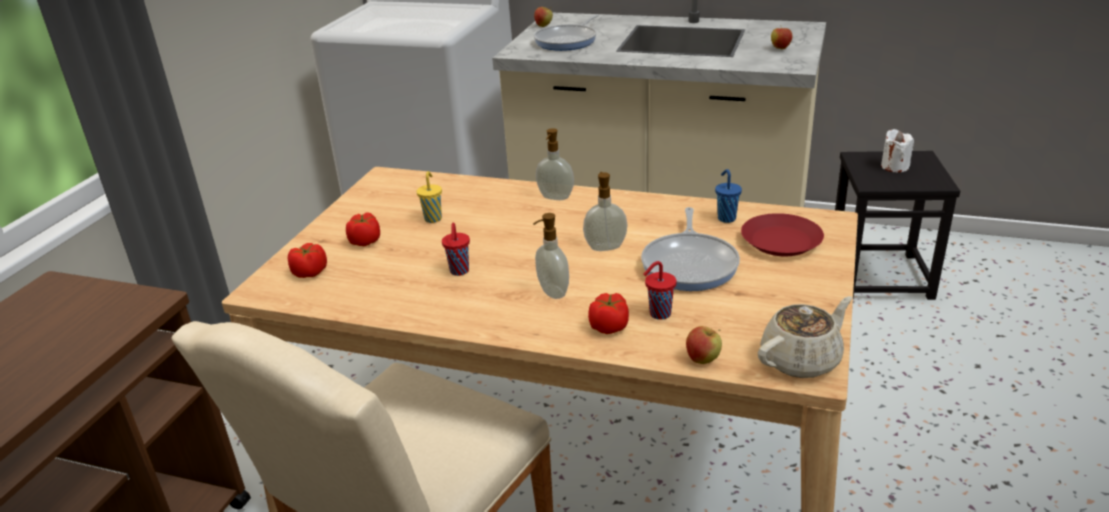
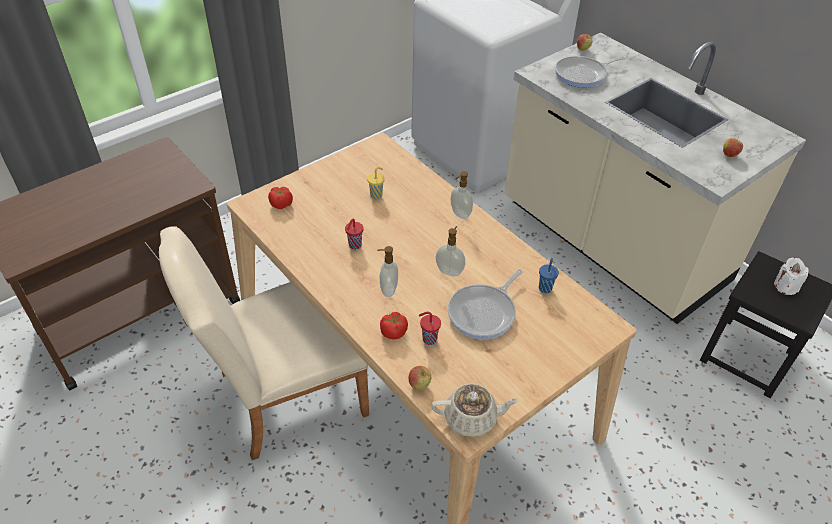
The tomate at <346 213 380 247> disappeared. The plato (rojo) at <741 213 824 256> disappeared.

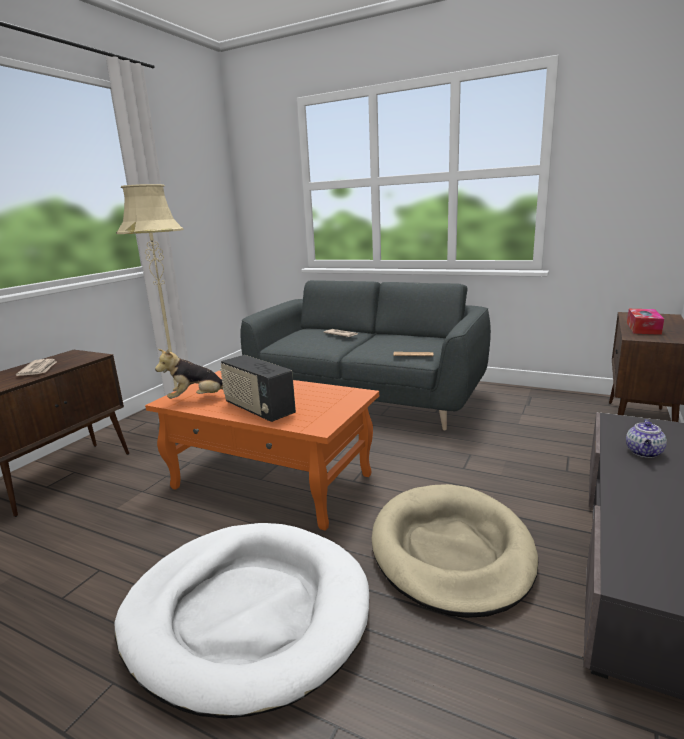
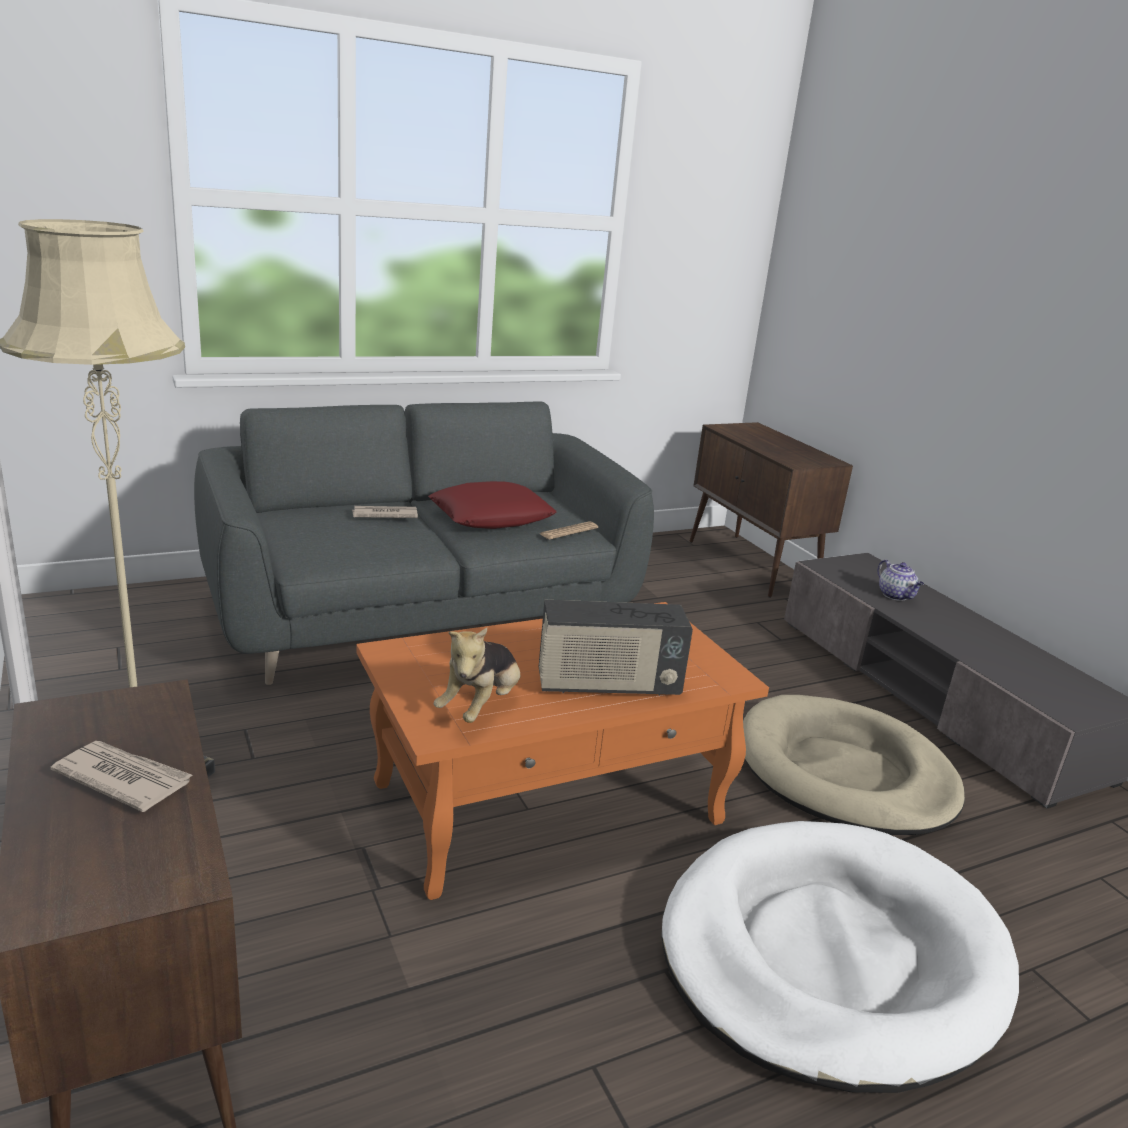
The caja de pañuelos at <627 309 664 335> disappeared. The cojín (rojo) at <428 481 557 529> appeared.

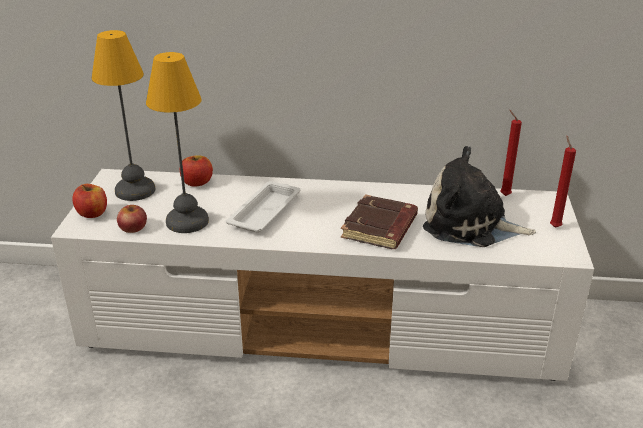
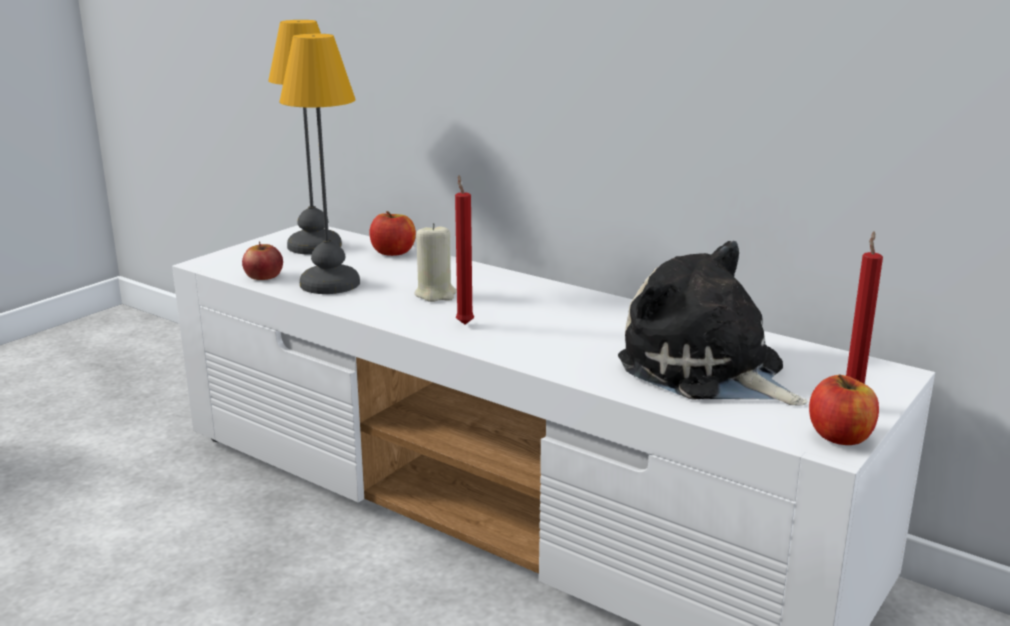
The vela (rojo) moved from <500 110 522 196> to <455 175 474 324>. The bandeja (blanco) at <226 181 301 233> was replaced by the vela (beis) at <414 223 457 302>. The manzana moved from <72 184 107 218> to <809 374 879 445>. The libro (marrón) at <341 194 418 249> disappeared.

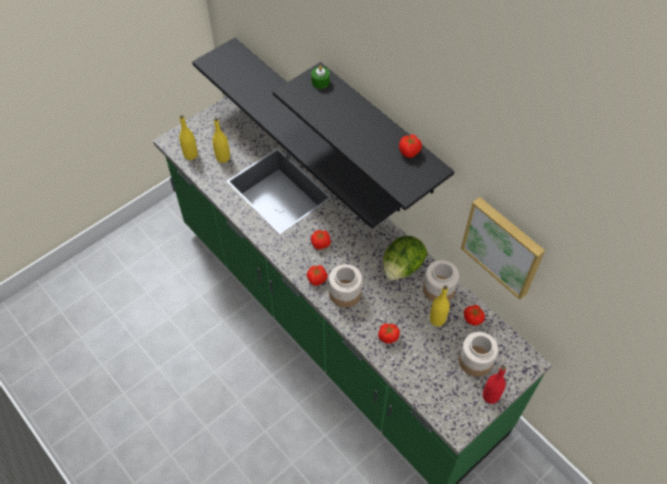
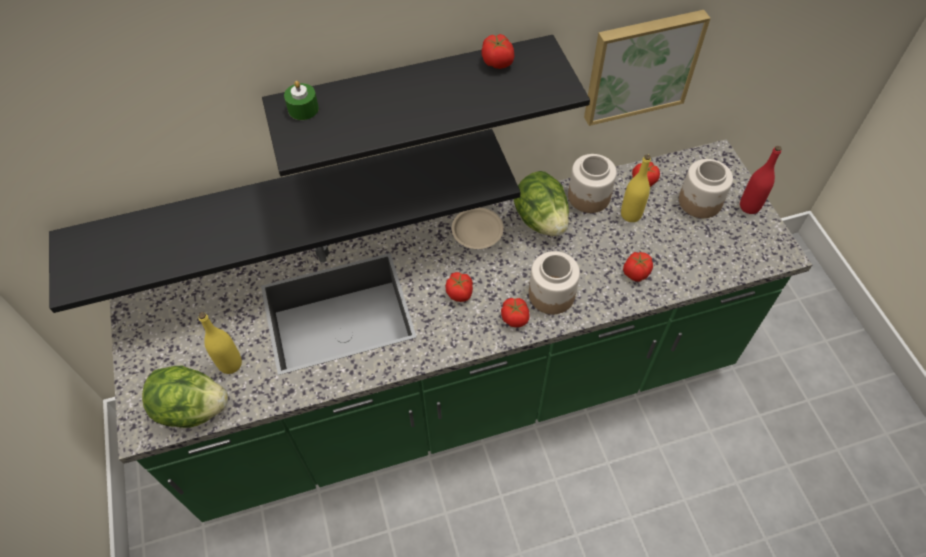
The botella (amarillo) at <179 115 198 160> was replaced by the lechuga at <142 366 228 428>. The plato (beis) at <452 208 504 249> appeared.

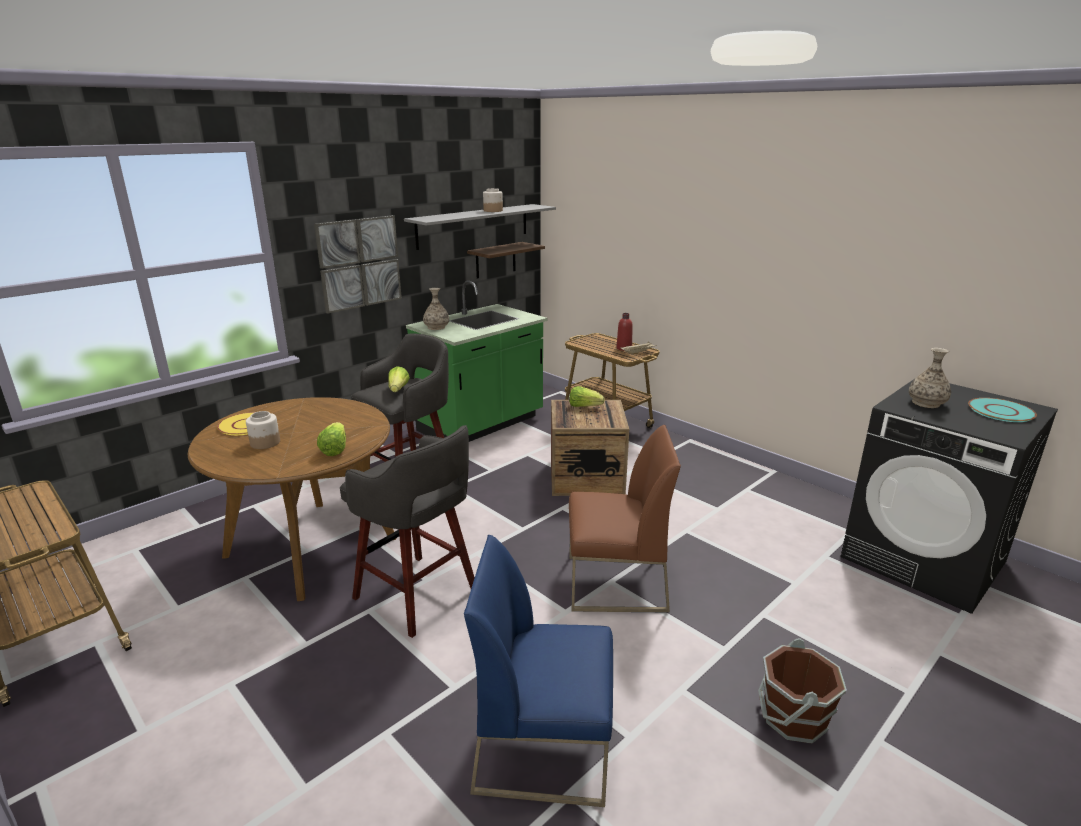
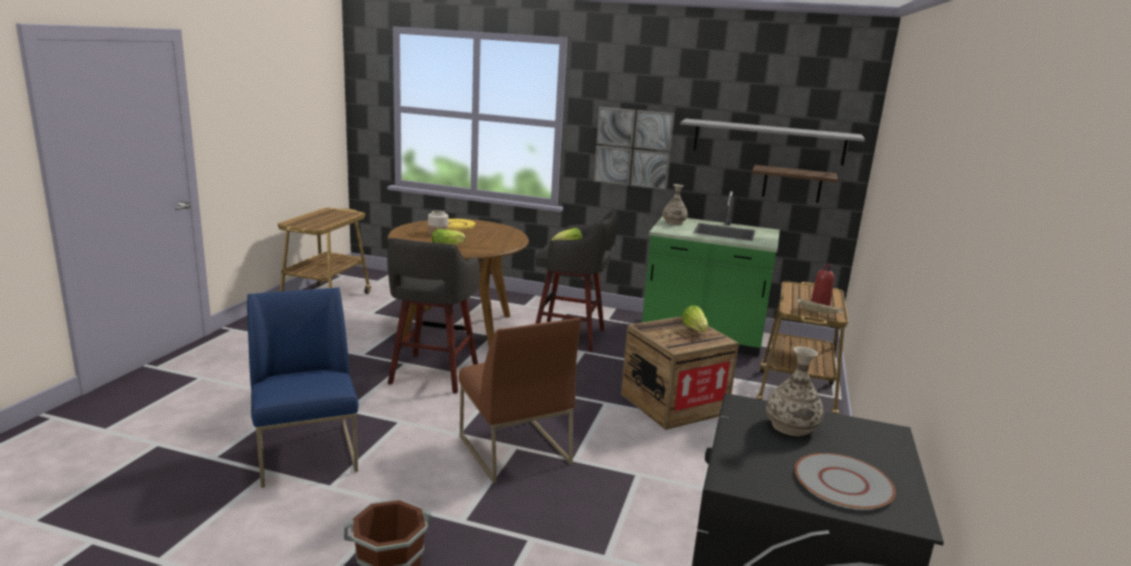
The tarro at <483 188 503 212> disappeared. The plato (turquesa) at <968 398 1037 422> became the plato (gris) at <795 453 895 510>.

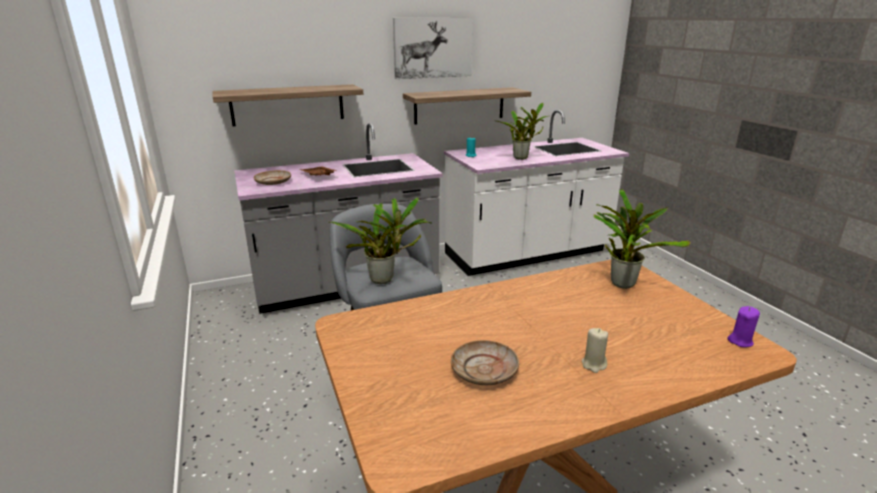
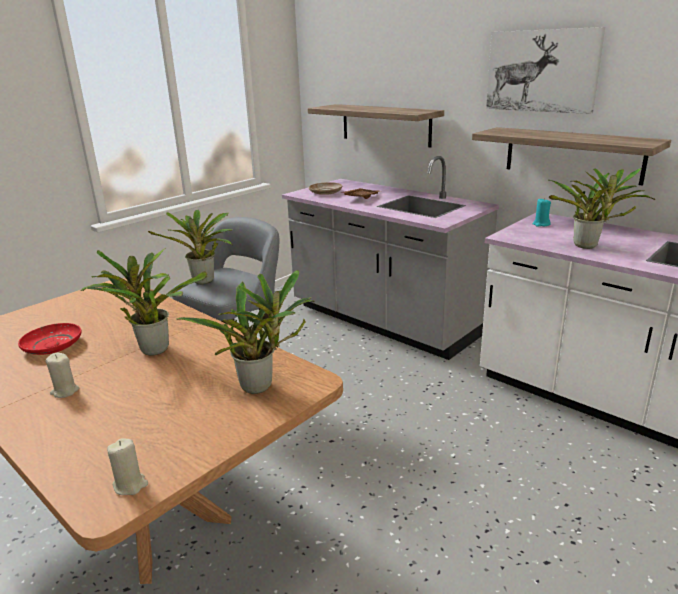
The vela (morado) at <727 306 760 347> became the vela (beis) at <107 439 148 495>. The plato (beis) at <451 340 519 385> became the plato (rojo) at <18 323 81 355>. The planta en maceta at <81 248 207 355> appeared.

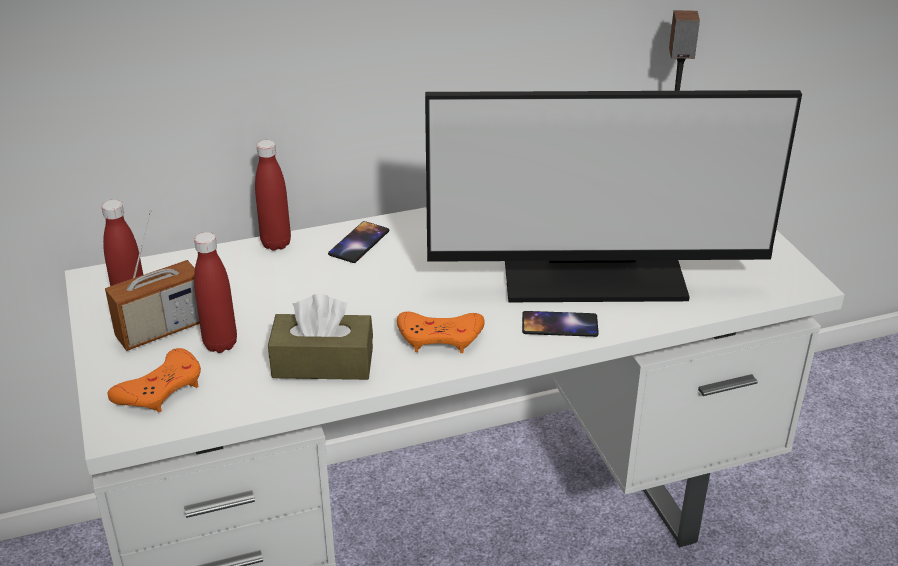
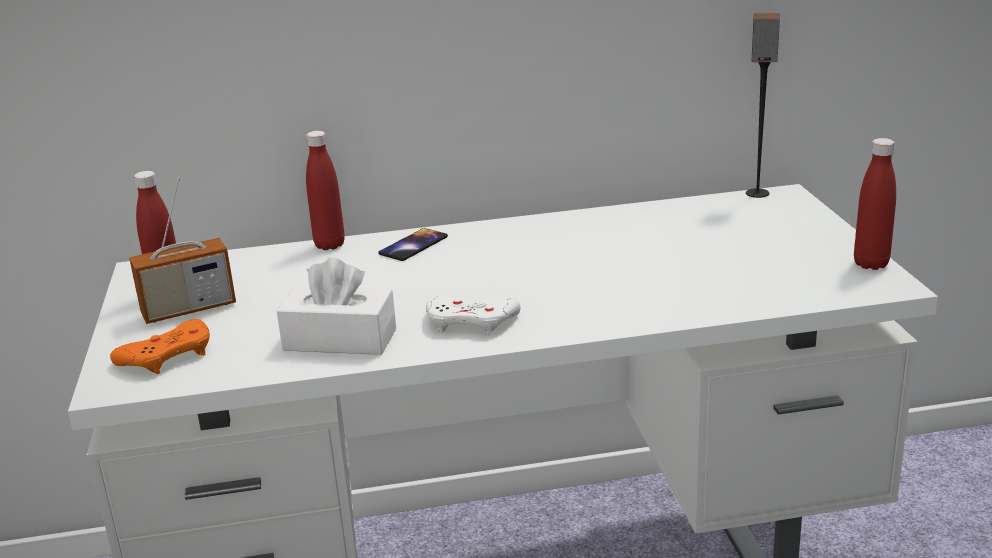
The monitor at <425 90 802 302> disappeared. The botella (rojo) moved from <194 232 237 353> to <854 138 896 270>. The caja de pañuelos (marrón) at <268 294 373 380> became the caja de pañuelos (blanco) at <277 257 396 355>. The móvil at <522 311 599 337> disappeared. The mando de consola (naranja) at <397 312 485 353> became the mando de consola (blanco) at <426 296 521 335>.

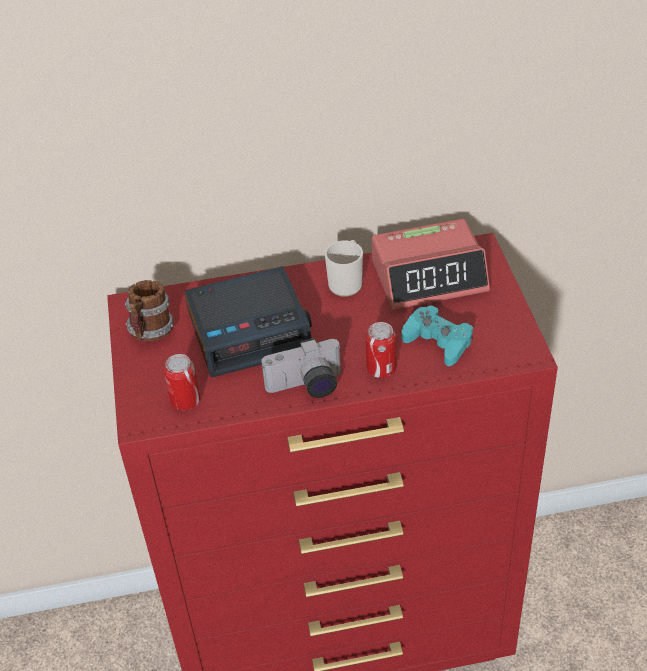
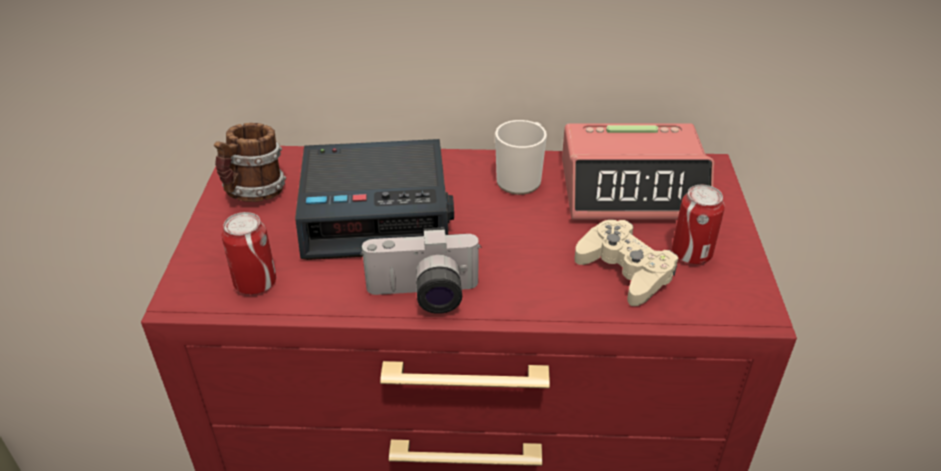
The mando de consola (turquesa) at <402 305 473 366> became the mando de consola (beis) at <575 220 678 306>. The lata moved from <366 322 396 378> to <672 185 725 264>.

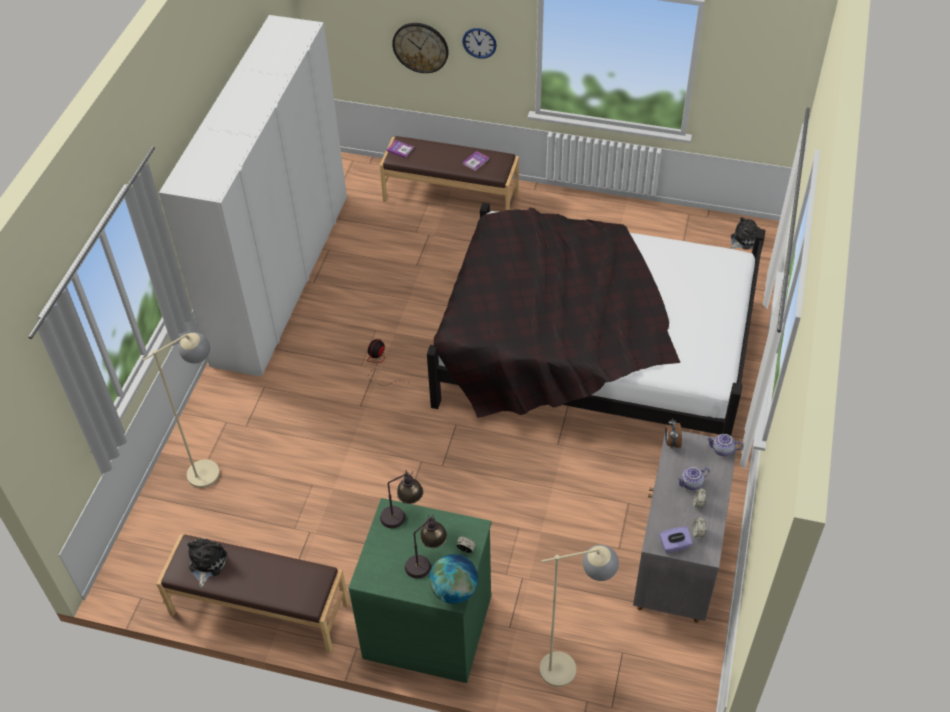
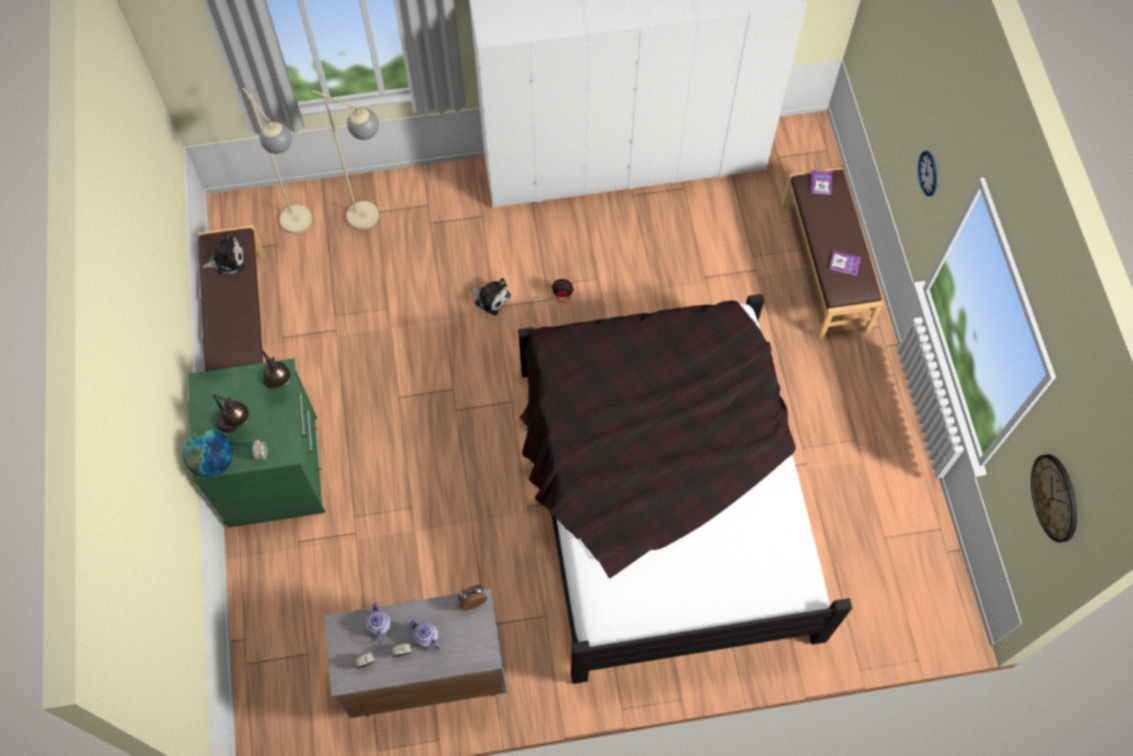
The reloj de pared moved from <392 23 449 73> to <1031 454 1077 543>. The peluche moved from <730 217 760 250> to <469 278 511 315>. The tetera moved from <706 434 743 456> to <365 601 391 644>. The caja de pañuelos (morado) at <659 527 693 553> disappeared. The lámpara de pie (beis) moved from <540 545 619 687> to <243 88 312 234>.

